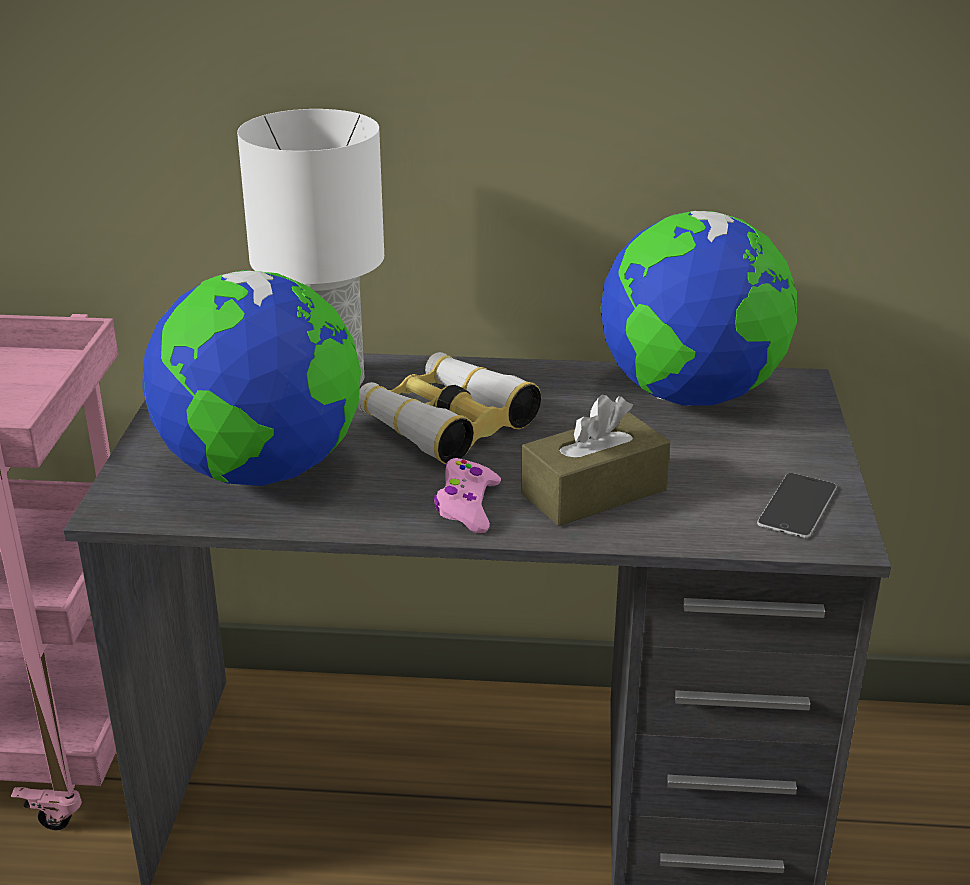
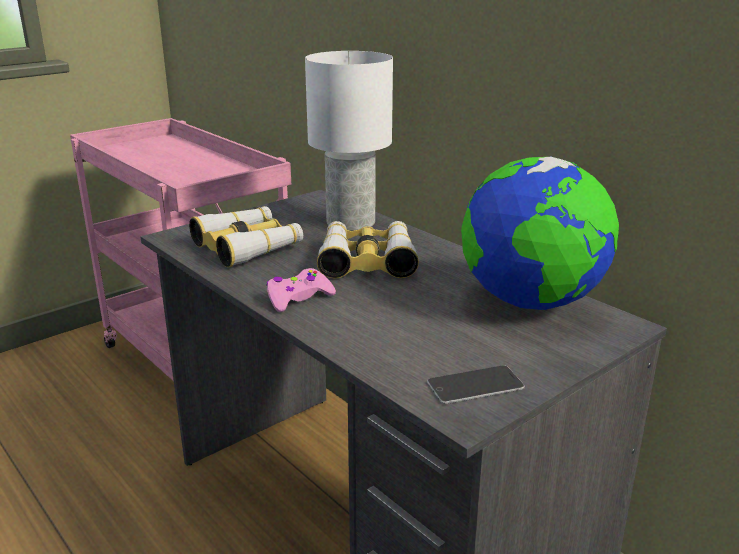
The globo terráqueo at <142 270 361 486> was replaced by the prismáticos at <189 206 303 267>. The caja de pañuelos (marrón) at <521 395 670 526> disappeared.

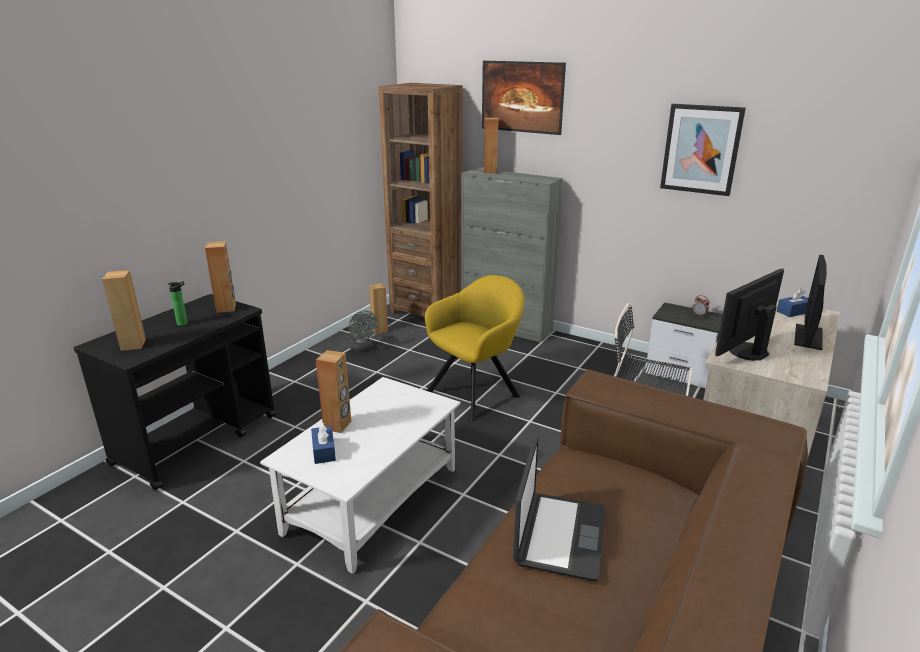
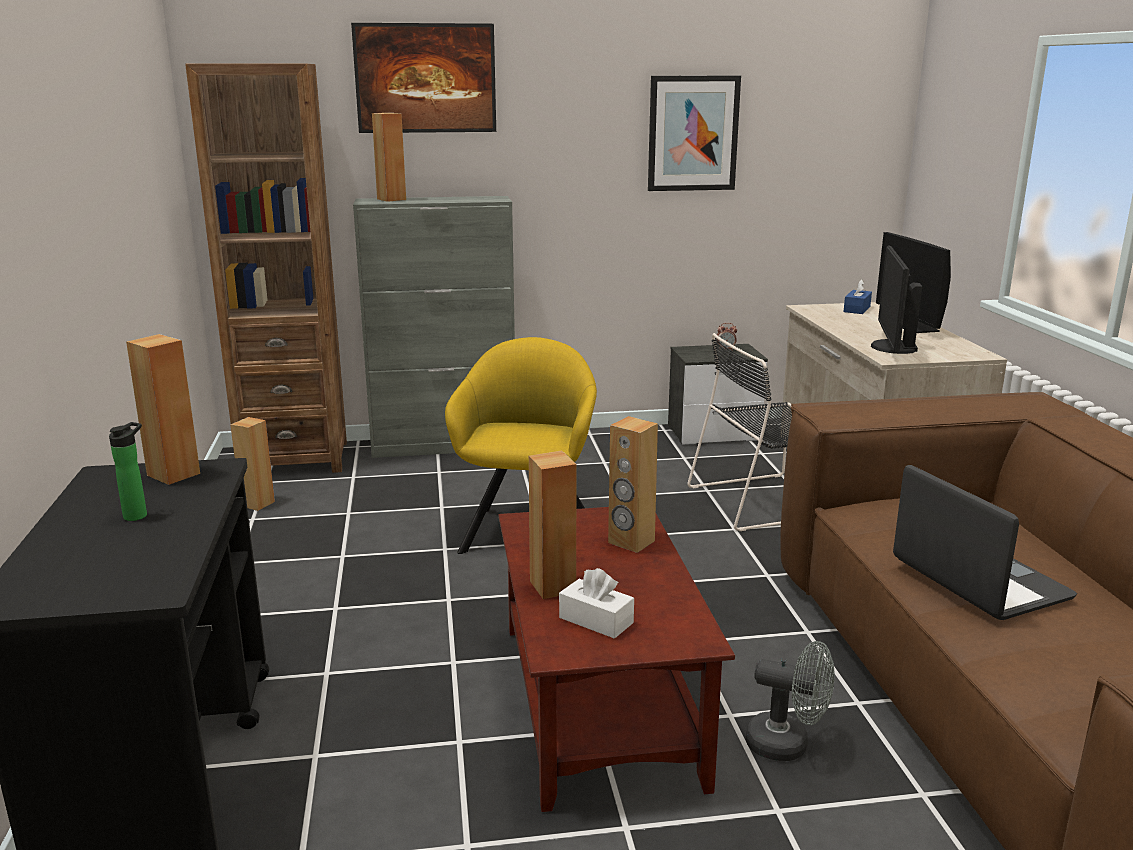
The altavoz (marrón) moved from <102 270 146 351> to <608 416 658 553>. The ventilador (gris) moved from <349 311 378 352> to <746 641 834 761>. The mesa de centro (blanco) at <260 377 461 574> became the mesa de centro (marrón) at <498 507 735 812>. The caja de pañuelos (azul) at <311 422 336 464> became the caja de pañuelos (blanco) at <559 568 634 639>.

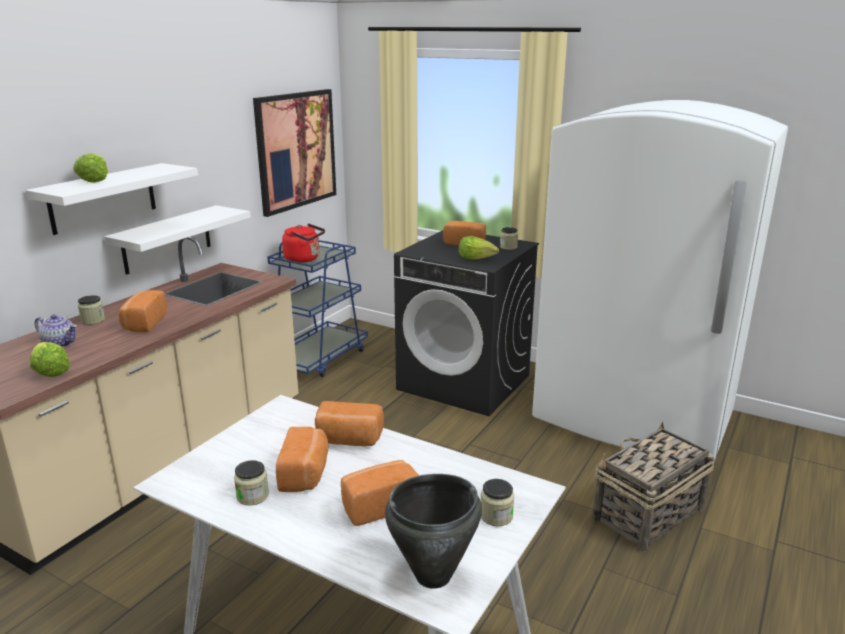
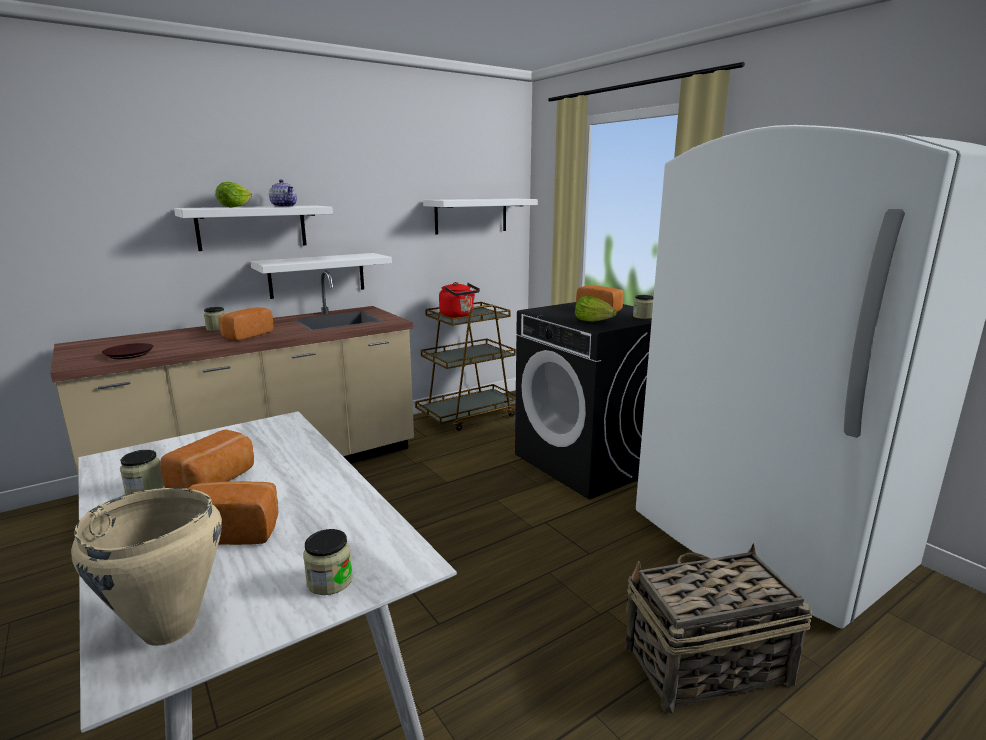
The cuadro at <253 89 336 217> was replaced by the estante (blanco) at <423 199 538 235>. The carrito (azul) at <267 240 368 377> became the carrito (marrón) at <415 302 516 431>. The tetera moved from <35 314 77 347> to <269 180 297 207>. The lechuga at <30 342 70 377> was replaced by the plato (marrón) at <102 343 154 359>. The pan at <315 401 384 446> disappeared. The olla (negro) at <385 474 482 589> became the olla (beis) at <71 488 222 646>.

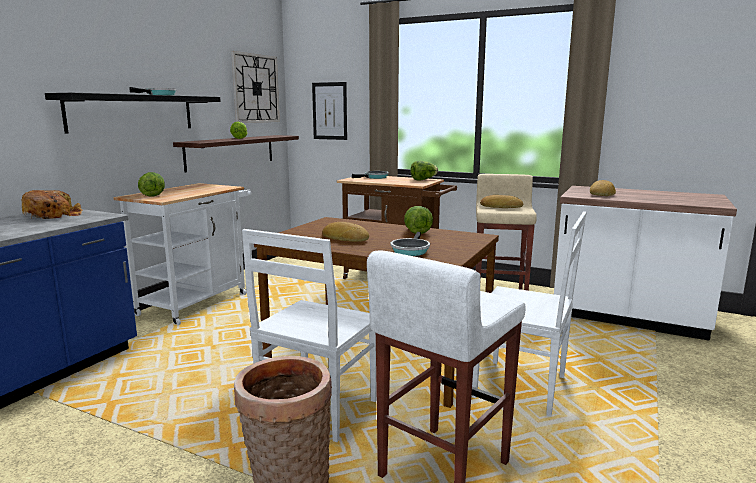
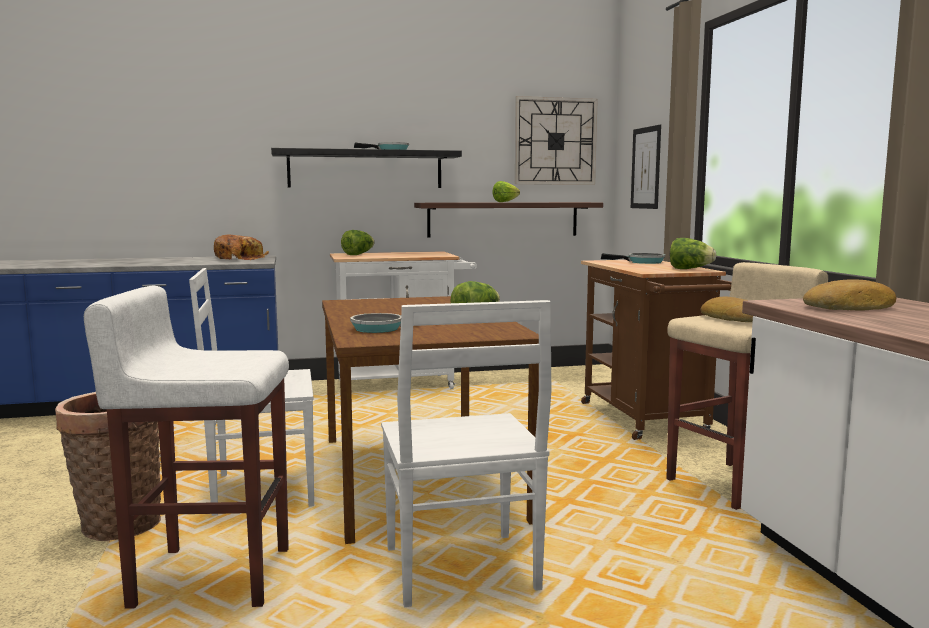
The pan at <322 222 369 242> disappeared.

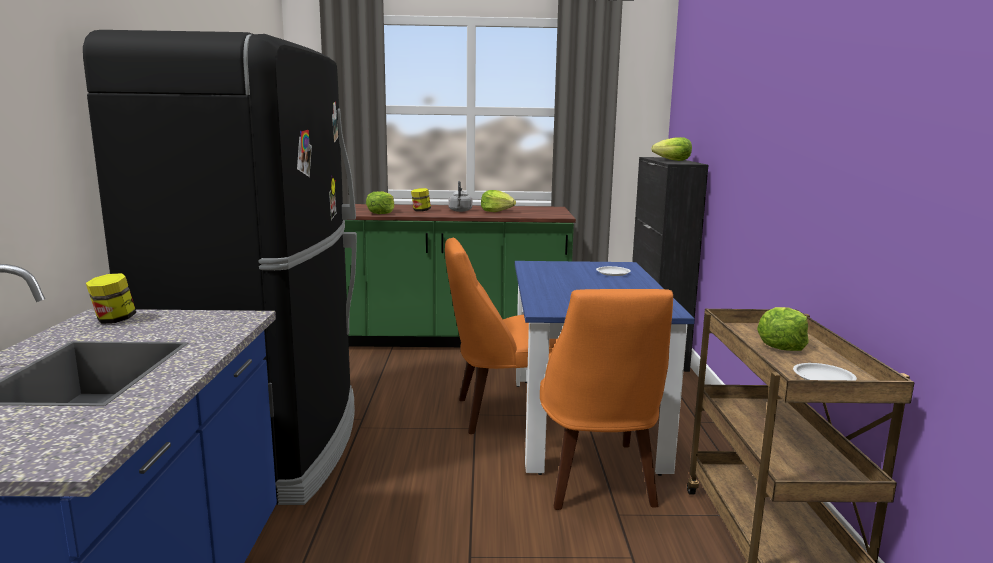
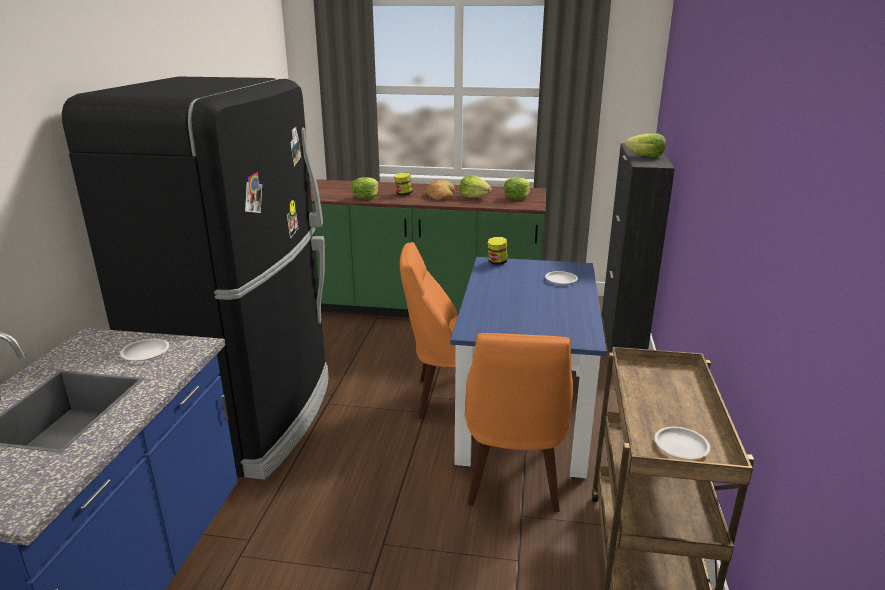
The hervidor (gris) at <448 181 472 212> was replaced by the pan at <426 180 455 200>. The tarro moved from <86 273 136 324> to <488 237 508 265>. The lechuga moved from <757 307 808 351> to <503 178 530 200>. The plato (blanco) at <120 339 169 361> appeared.

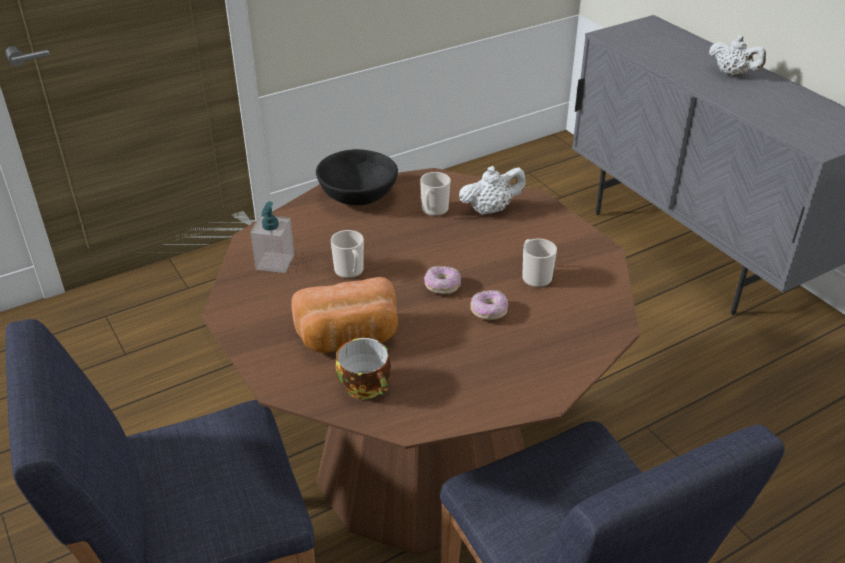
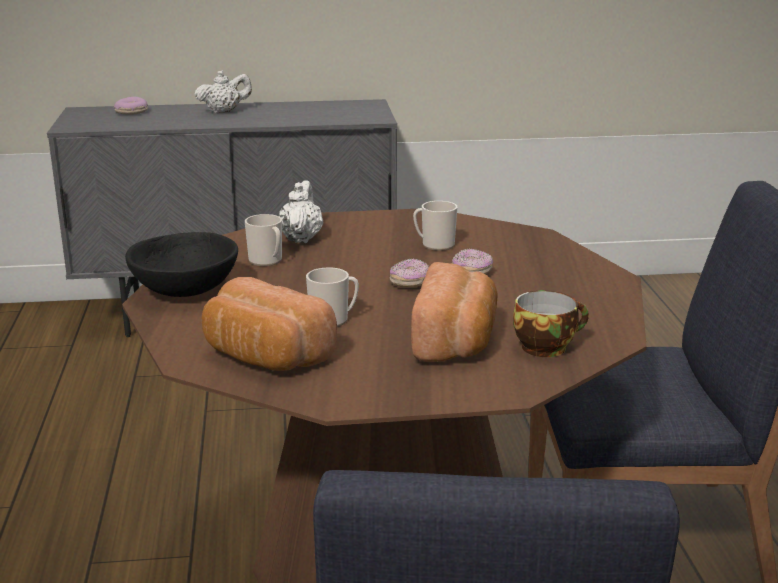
The dispensador de jabón at <250 201 294 273> was replaced by the pan at <202 277 337 371>. The rosquilla at <114 97 148 115> appeared.

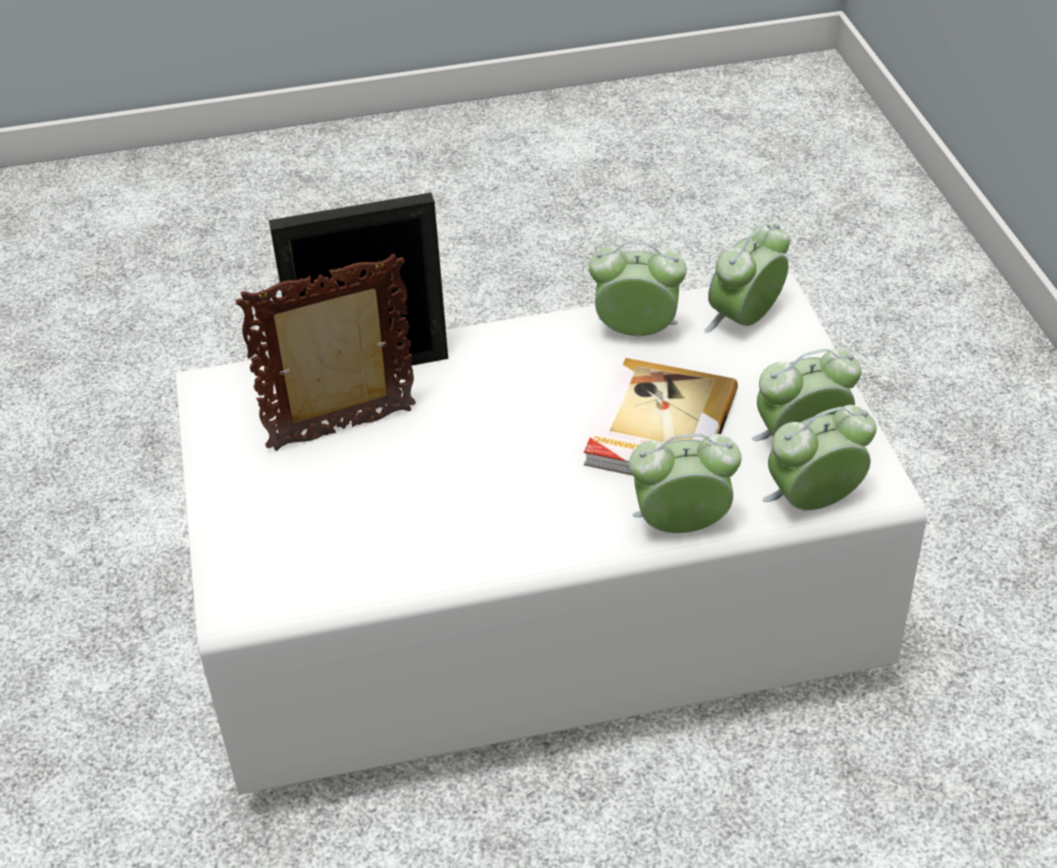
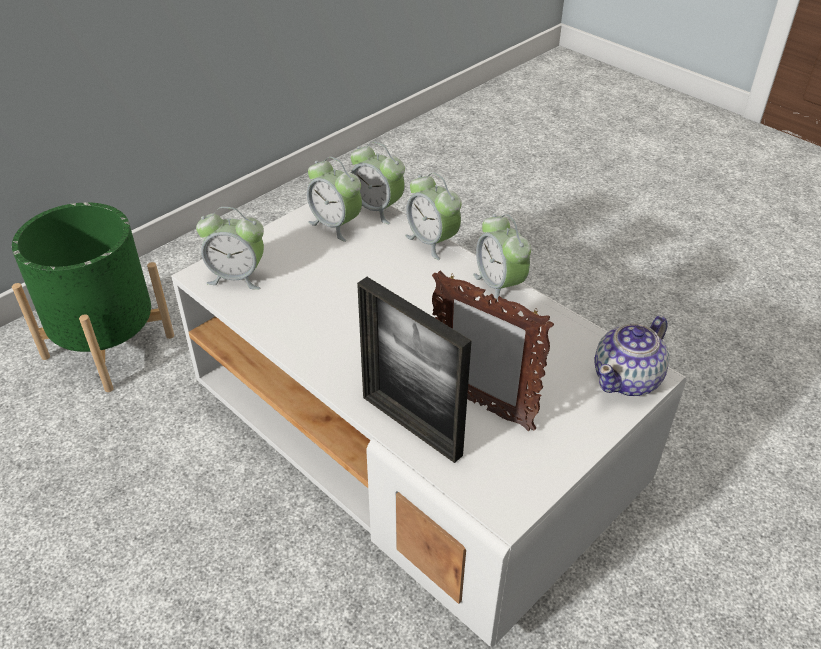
The despertador moved from <589 242 687 336> to <473 214 531 302>. The libro at <584 358 738 476> disappeared. The maceta (verde) at <12 202 174 392> appeared. The tetera at <594 316 669 396> appeared.

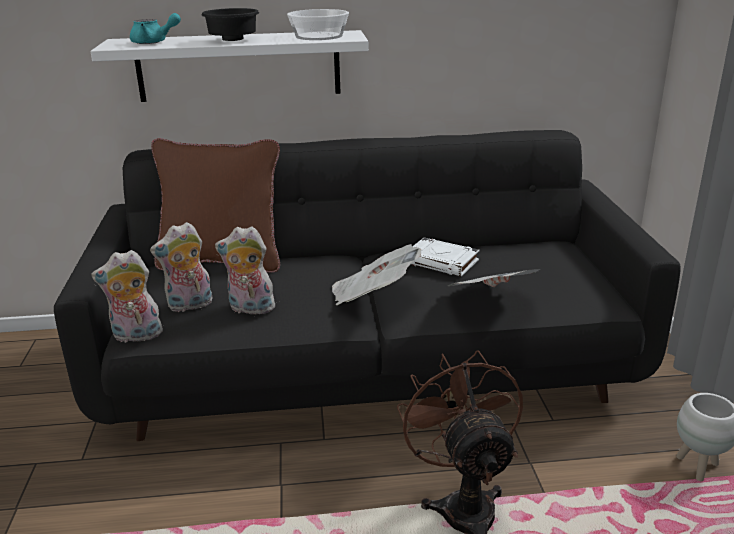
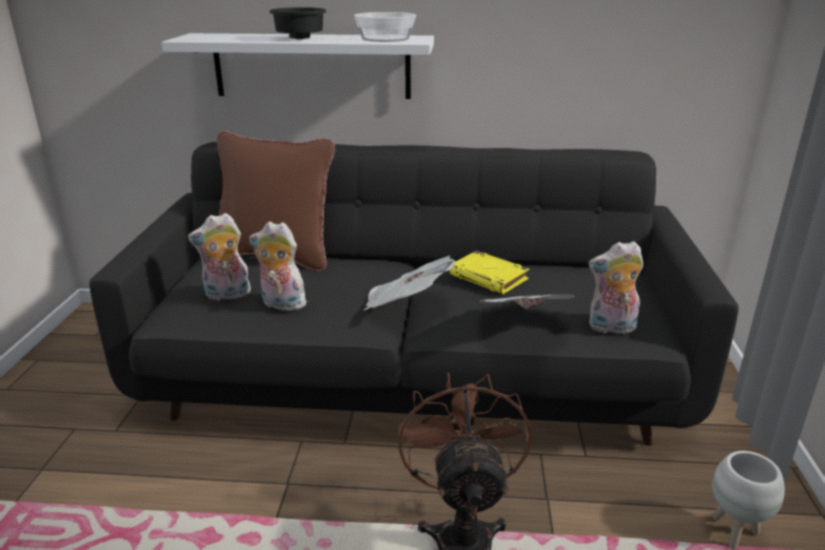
The tetera (turquesa) at <130 13 181 44> disappeared. The libro (blanco) at <411 238 480 277> became the libro (amarillo) at <449 251 529 294>. The peluche moved from <91 250 164 343> to <589 241 644 334>.

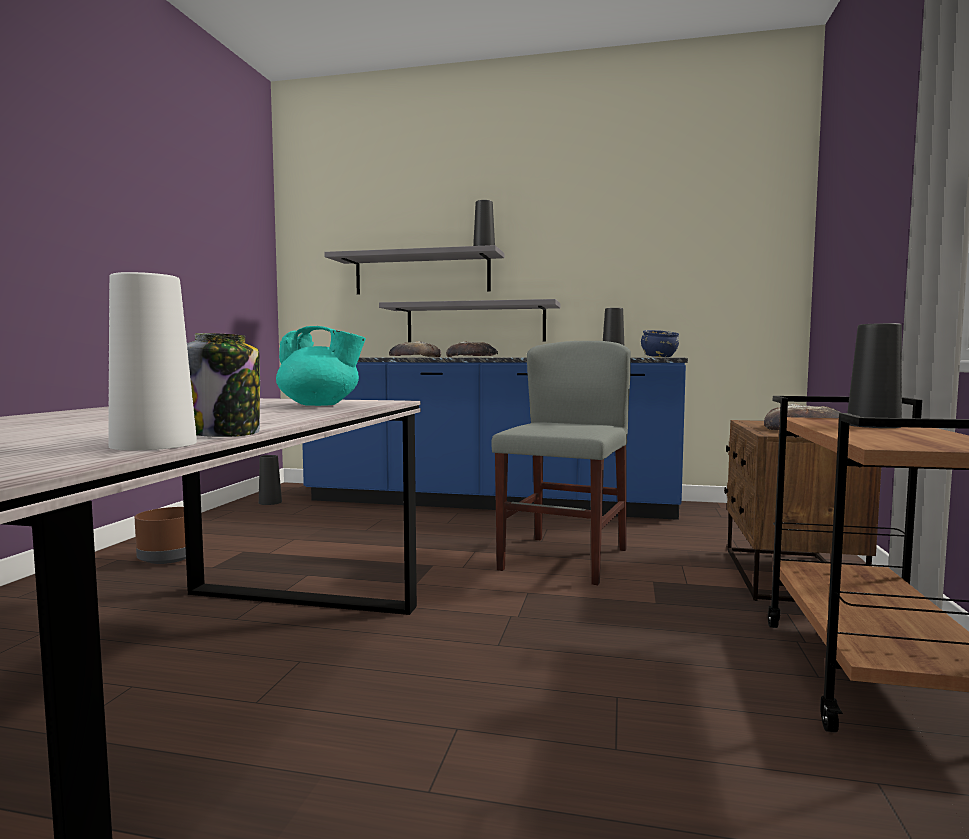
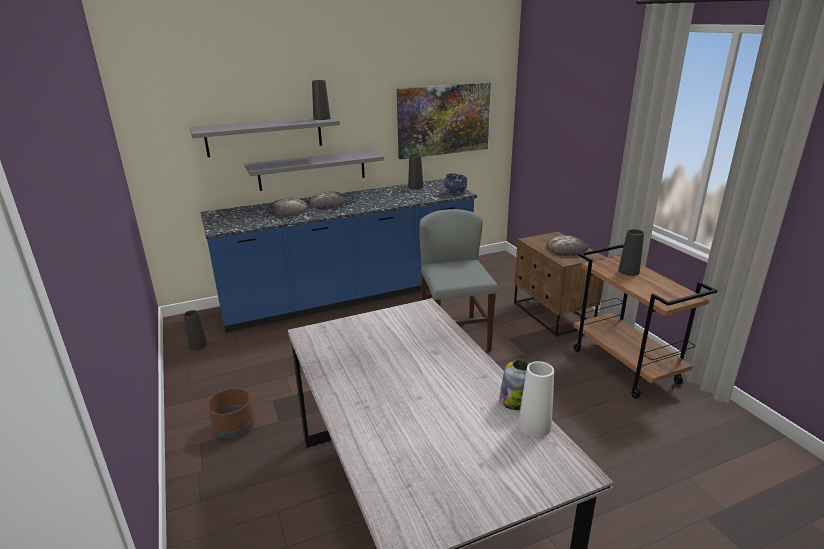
The tetera (turquesa) at <276 326 366 406> disappeared. The cuadro at <397 82 491 159> appeared.

